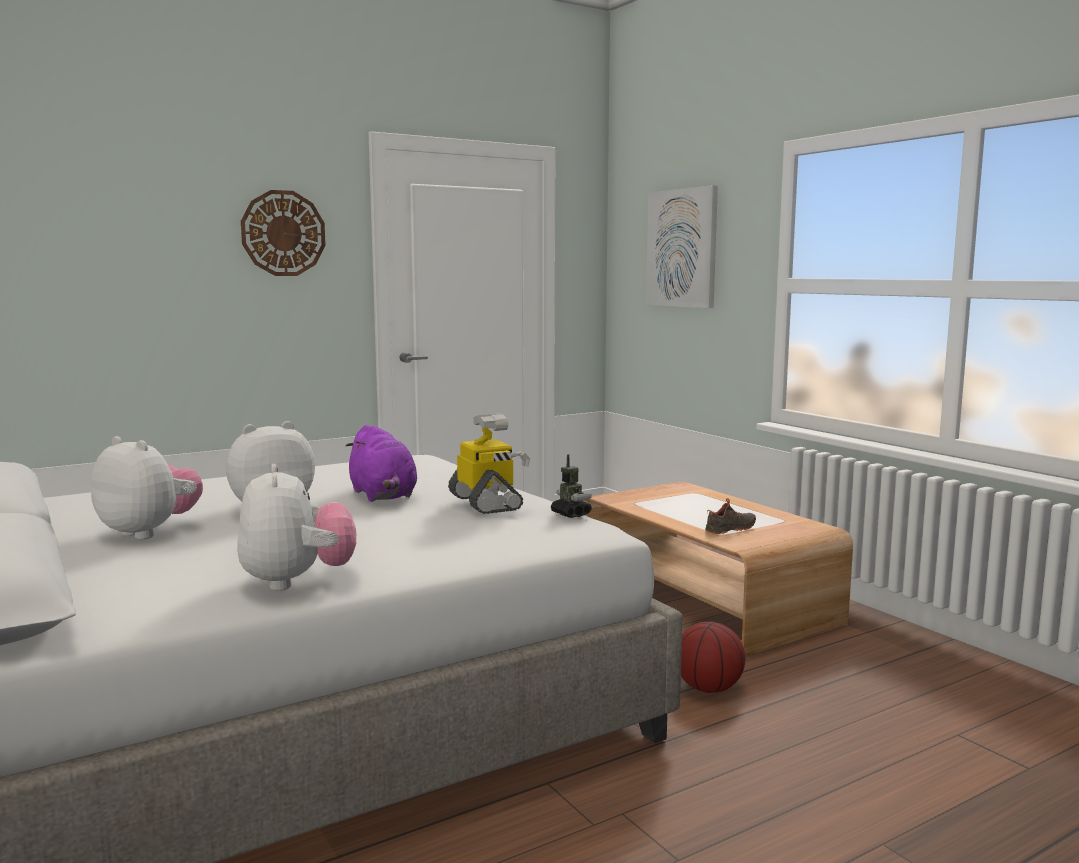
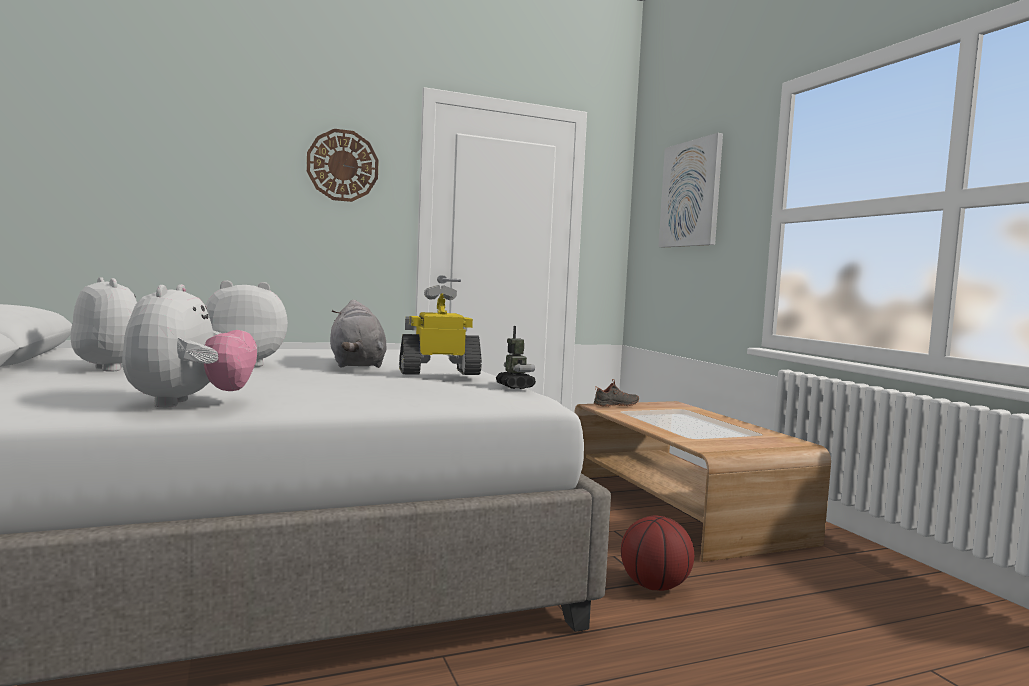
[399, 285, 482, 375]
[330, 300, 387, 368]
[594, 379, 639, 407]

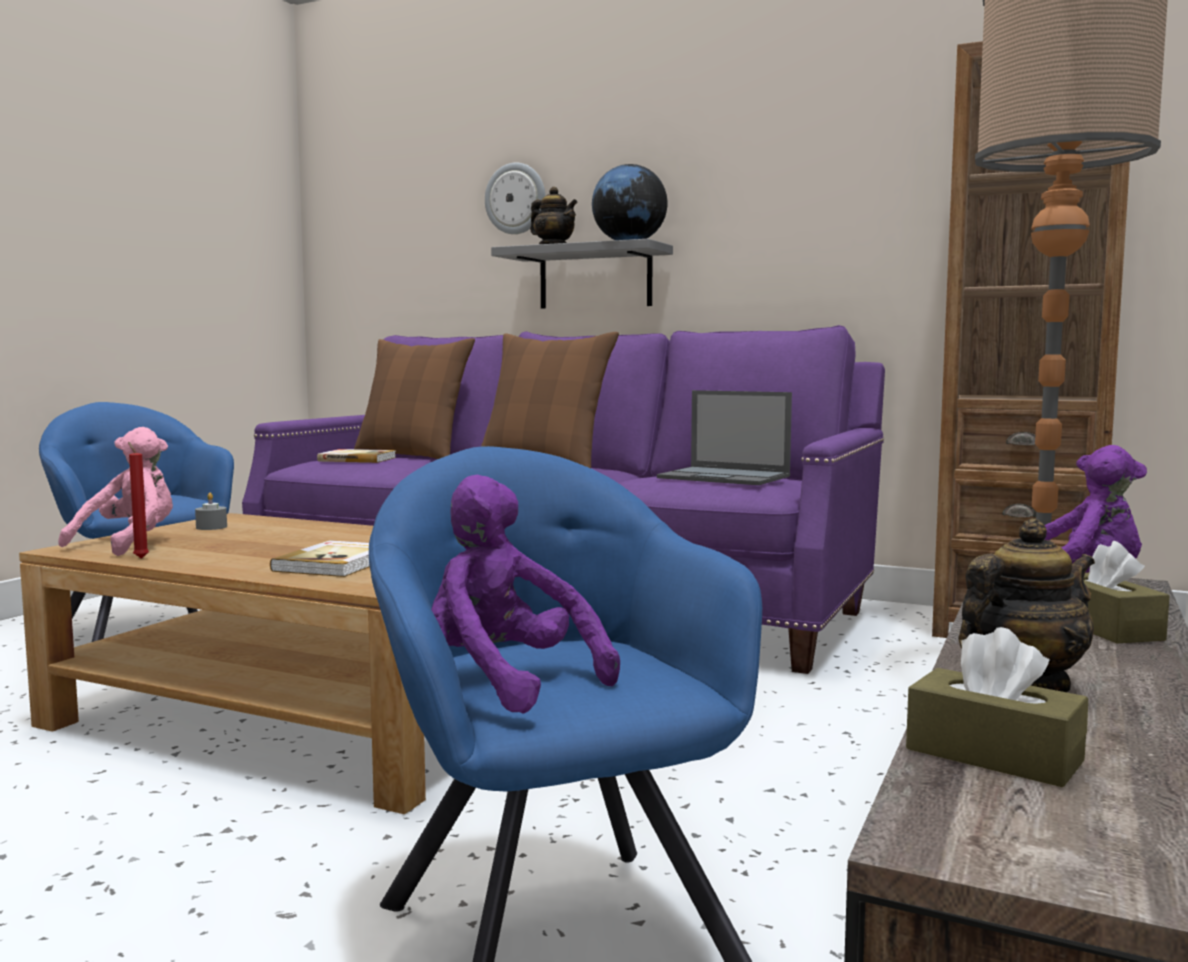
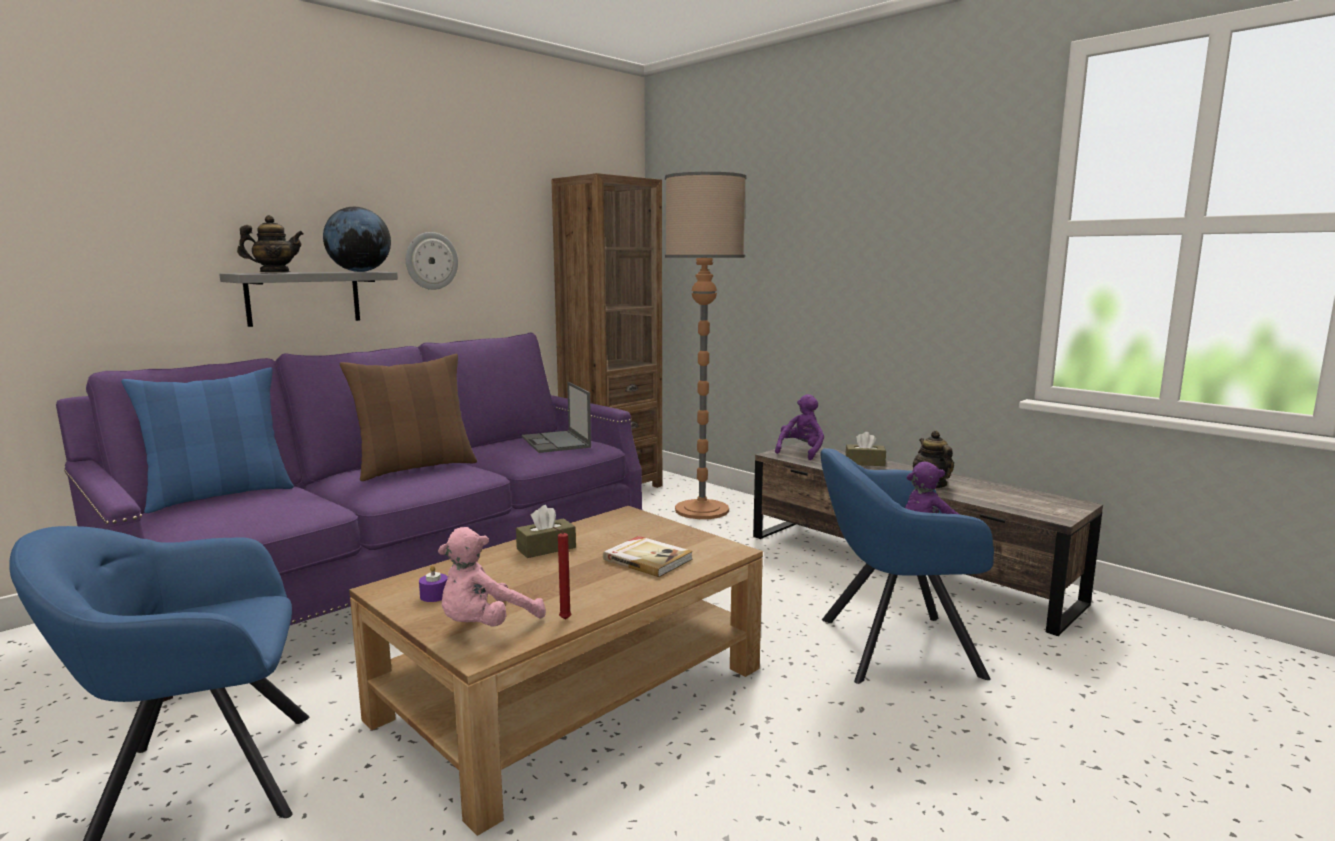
[406, 232, 458, 290]
[121, 367, 294, 513]
[521, 382, 591, 453]
[438, 527, 546, 627]
[317, 449, 396, 463] (first image)
[419, 565, 448, 602]
[516, 505, 576, 558]

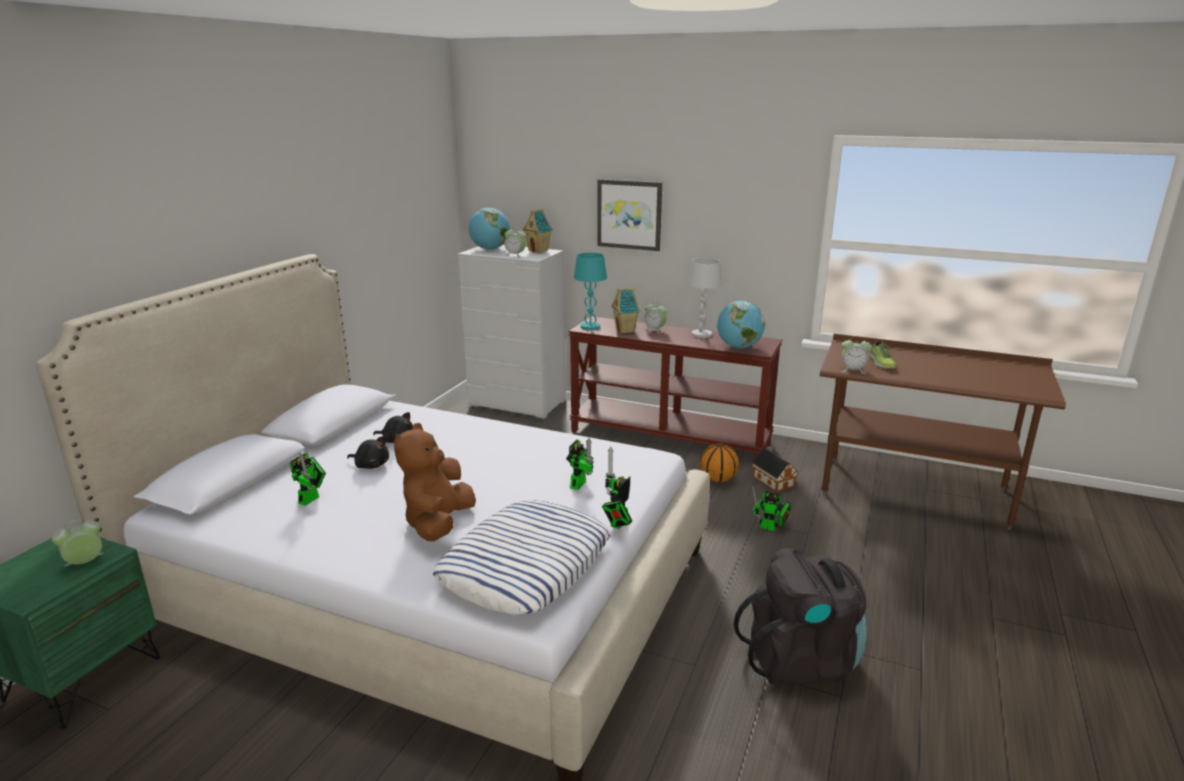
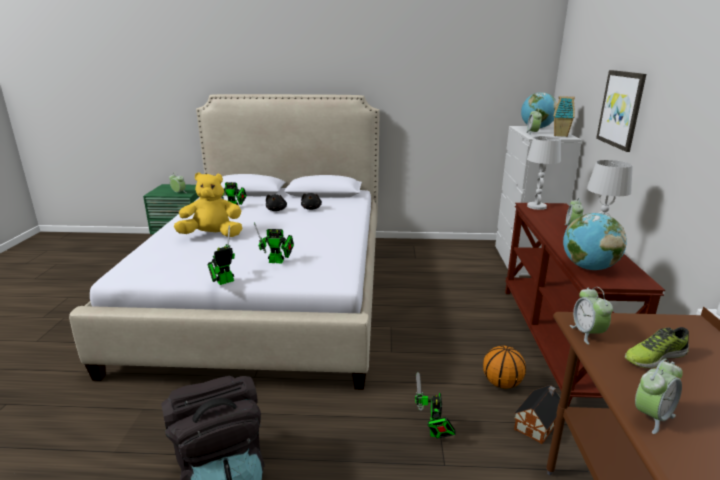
[527, 136, 561, 210]
[611, 287, 640, 334] (first image)
[174, 172, 243, 237]
[208, 225, 235, 285]
[433, 500, 611, 615] (first image)
[635, 359, 683, 434]

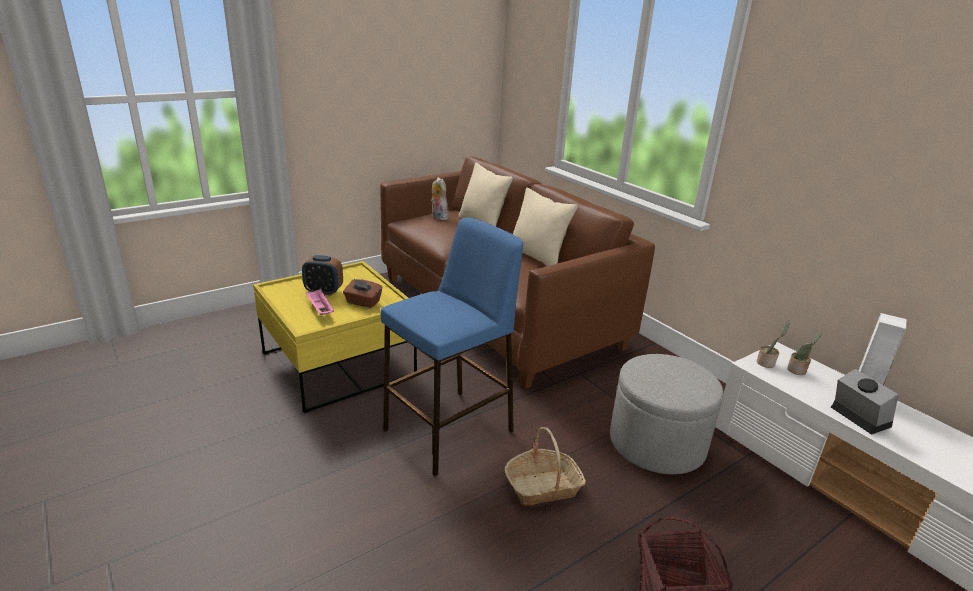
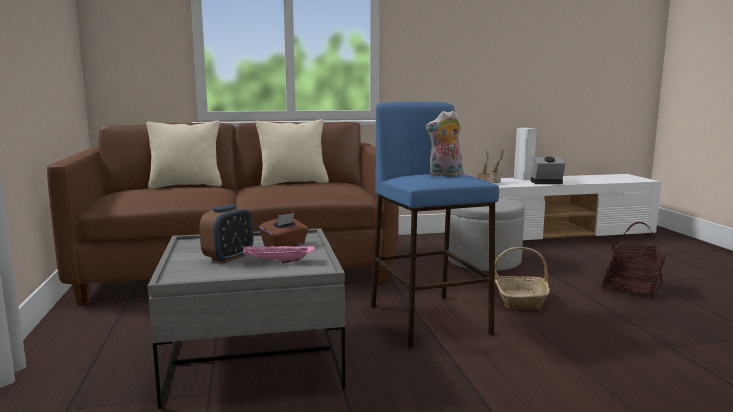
[426, 111, 462, 177]
[148, 228, 345, 409]

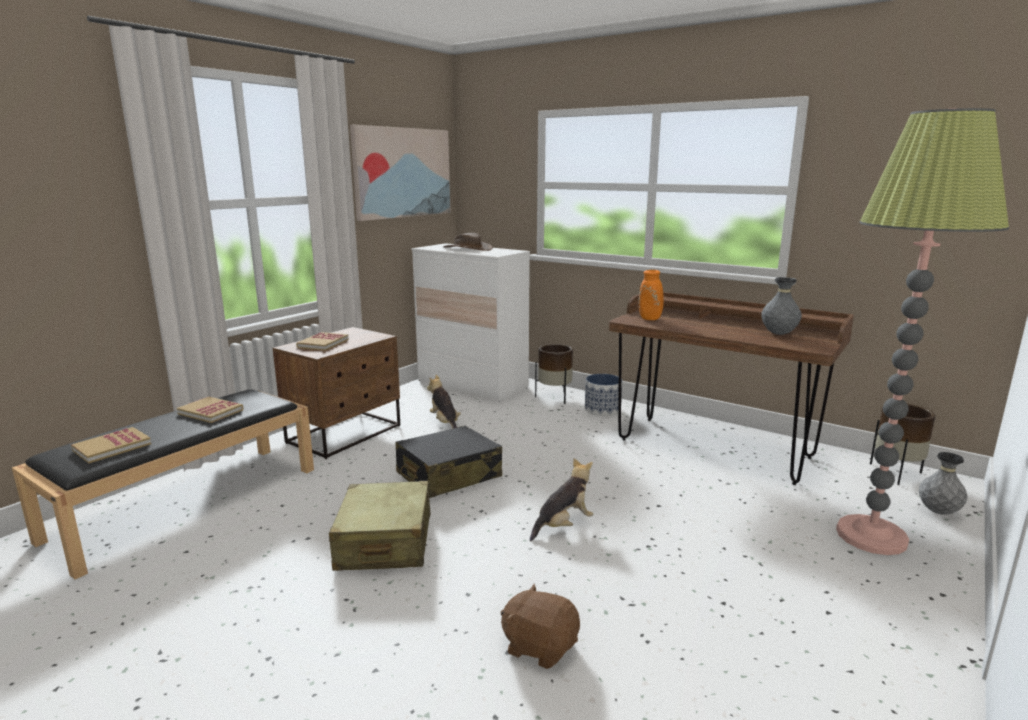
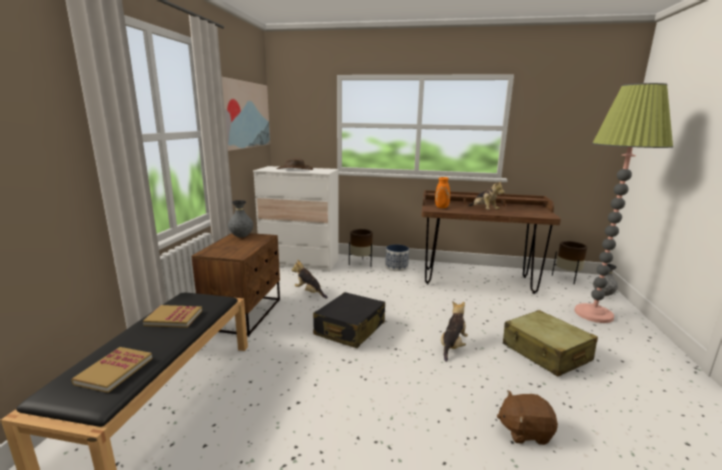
[228, 200, 253, 238]
[296, 332, 349, 351] (first image)
[503, 310, 598, 377]
[468, 181, 505, 210]

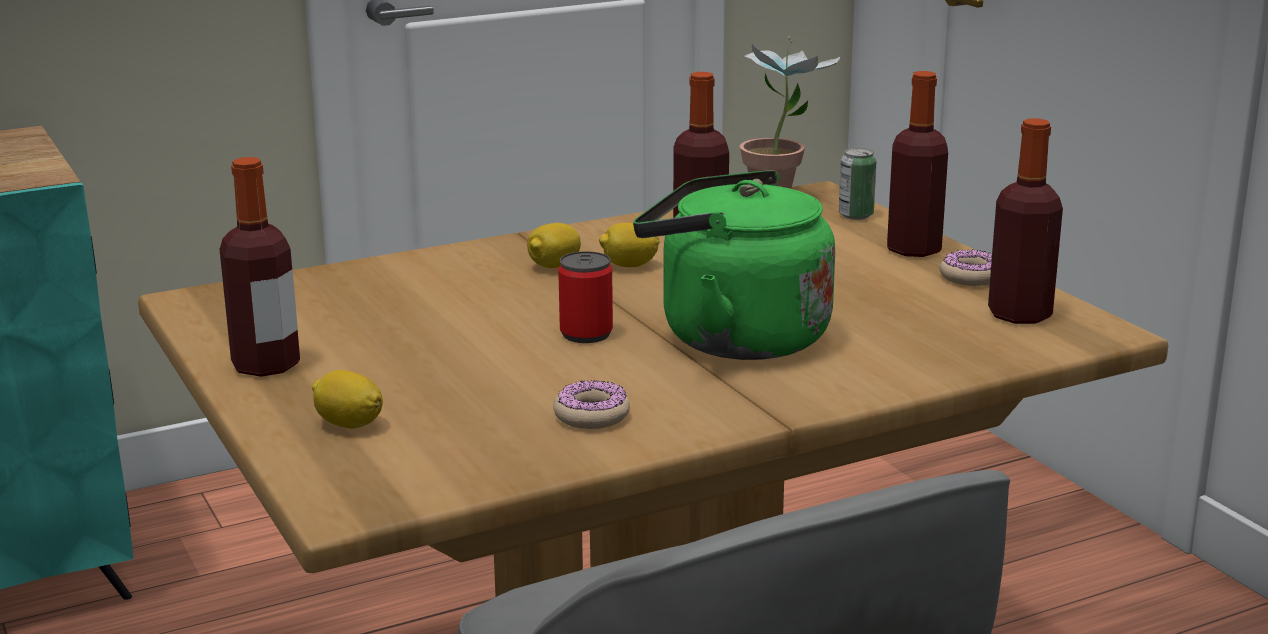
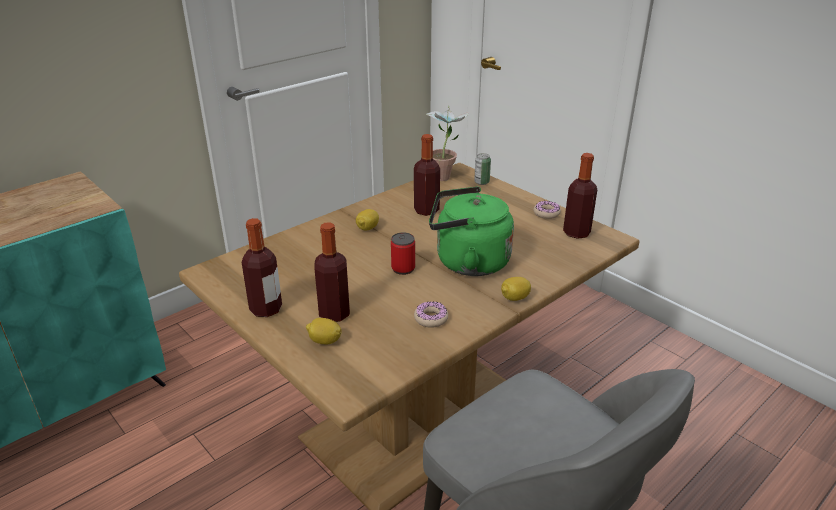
[314, 222, 350, 322]
[501, 277, 531, 301]

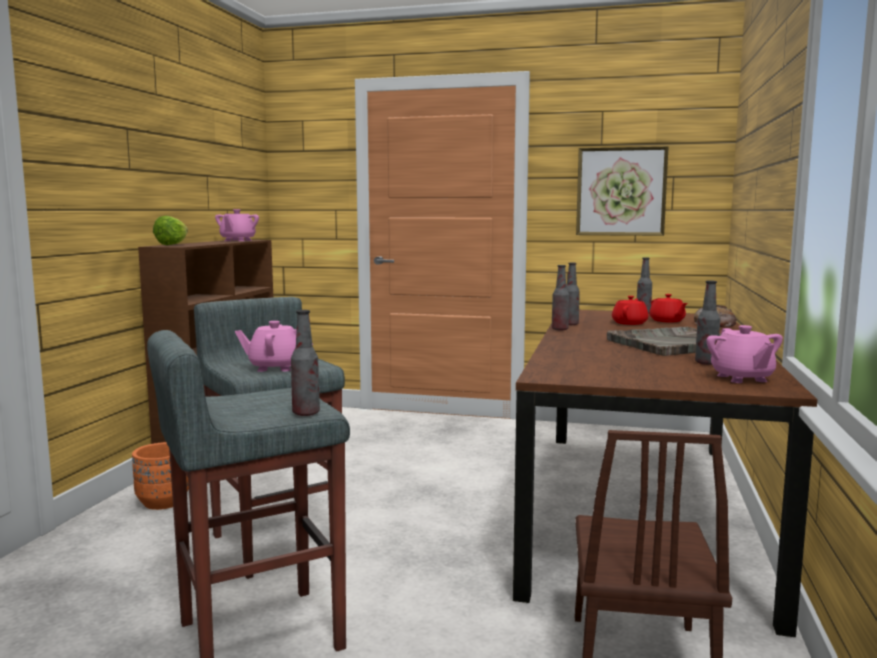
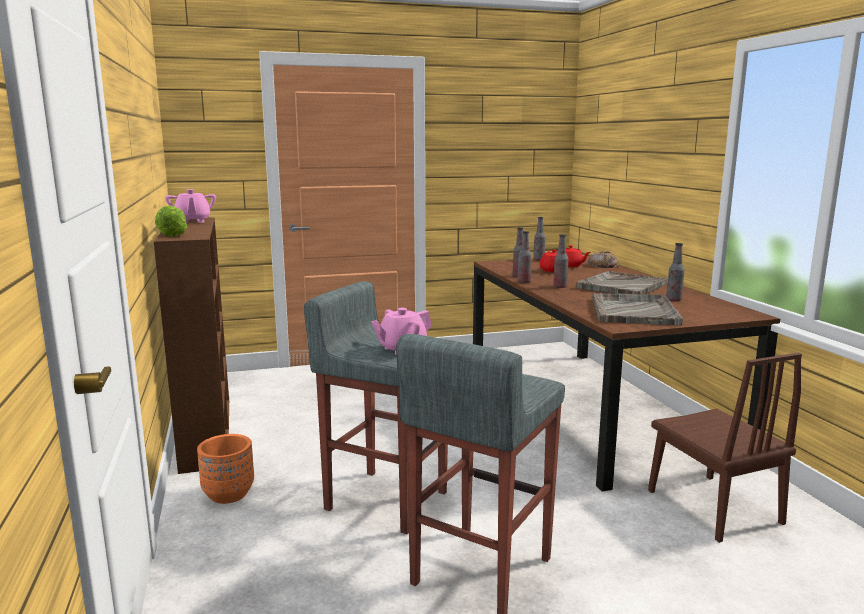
[576, 146, 669, 236] (first image)
[553, 234, 568, 288]
[706, 325, 783, 383] (first image)
[592, 293, 683, 325]

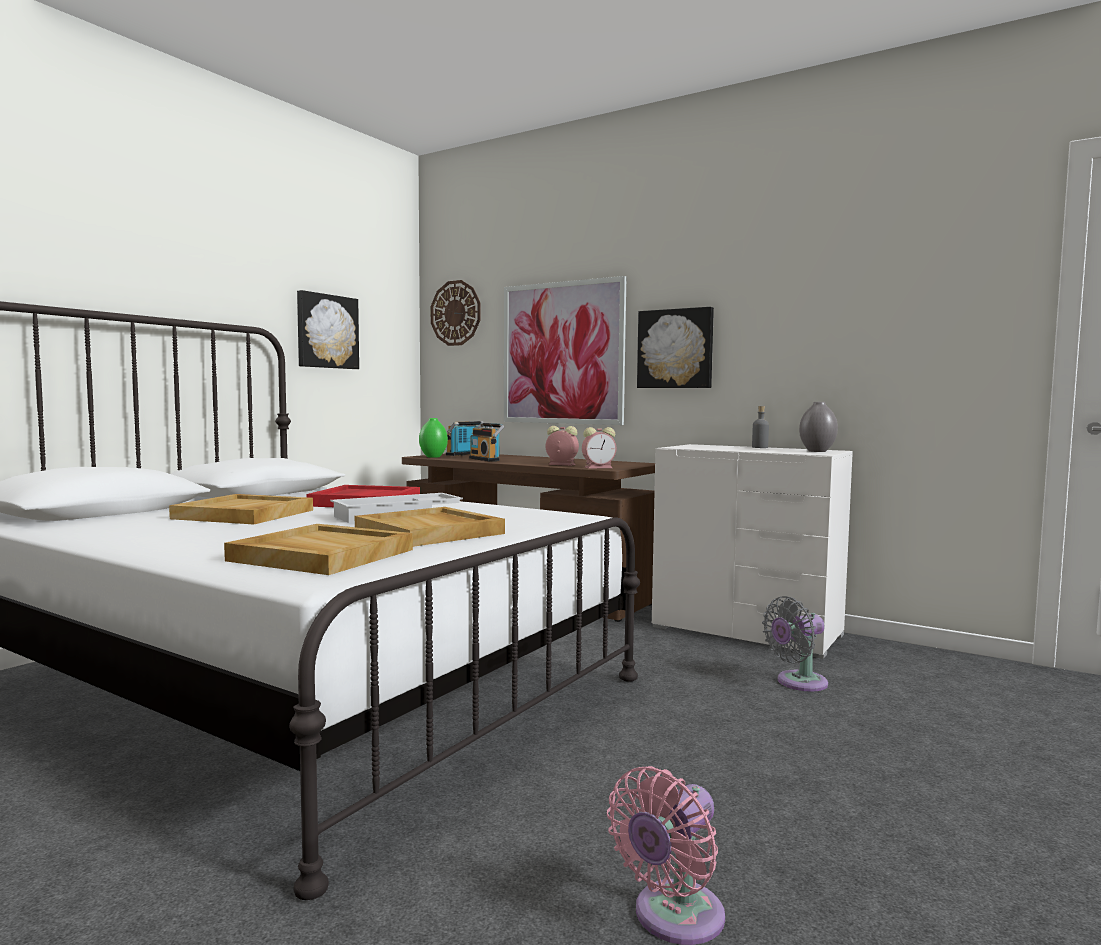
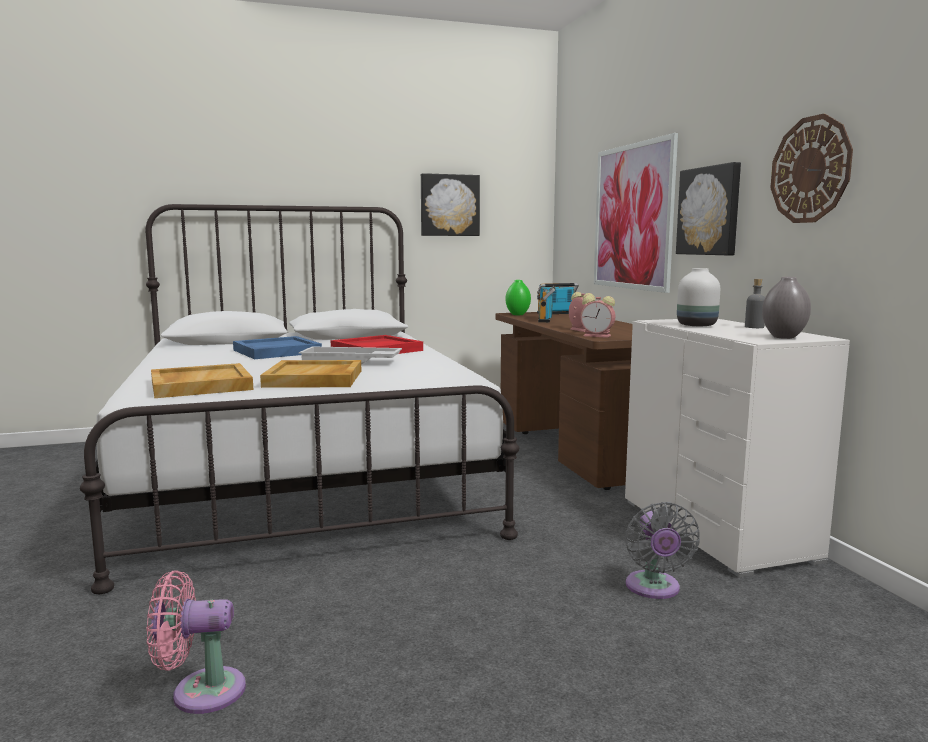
[770, 114, 853, 223]
[233, 336, 322, 359]
[625, 502, 700, 599]
[677, 268, 720, 326]

